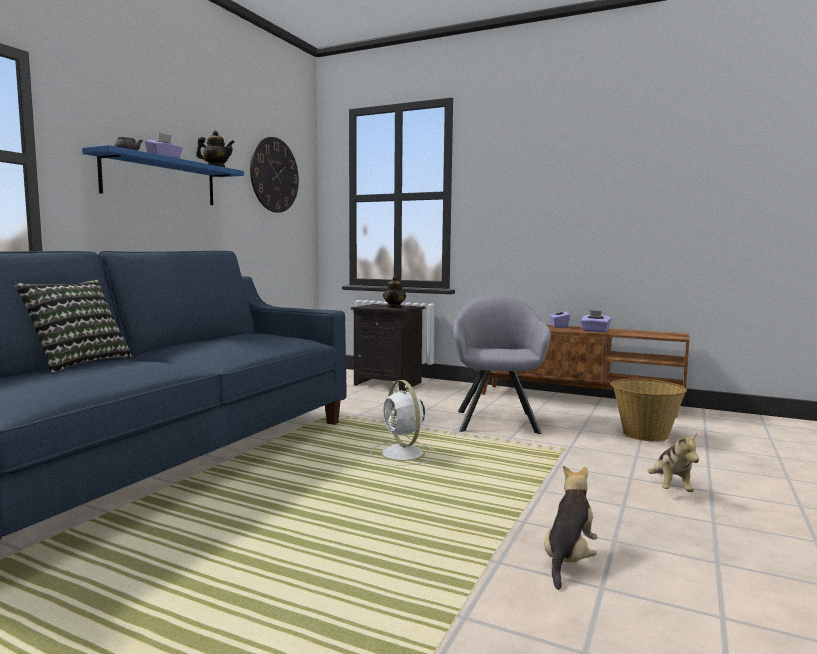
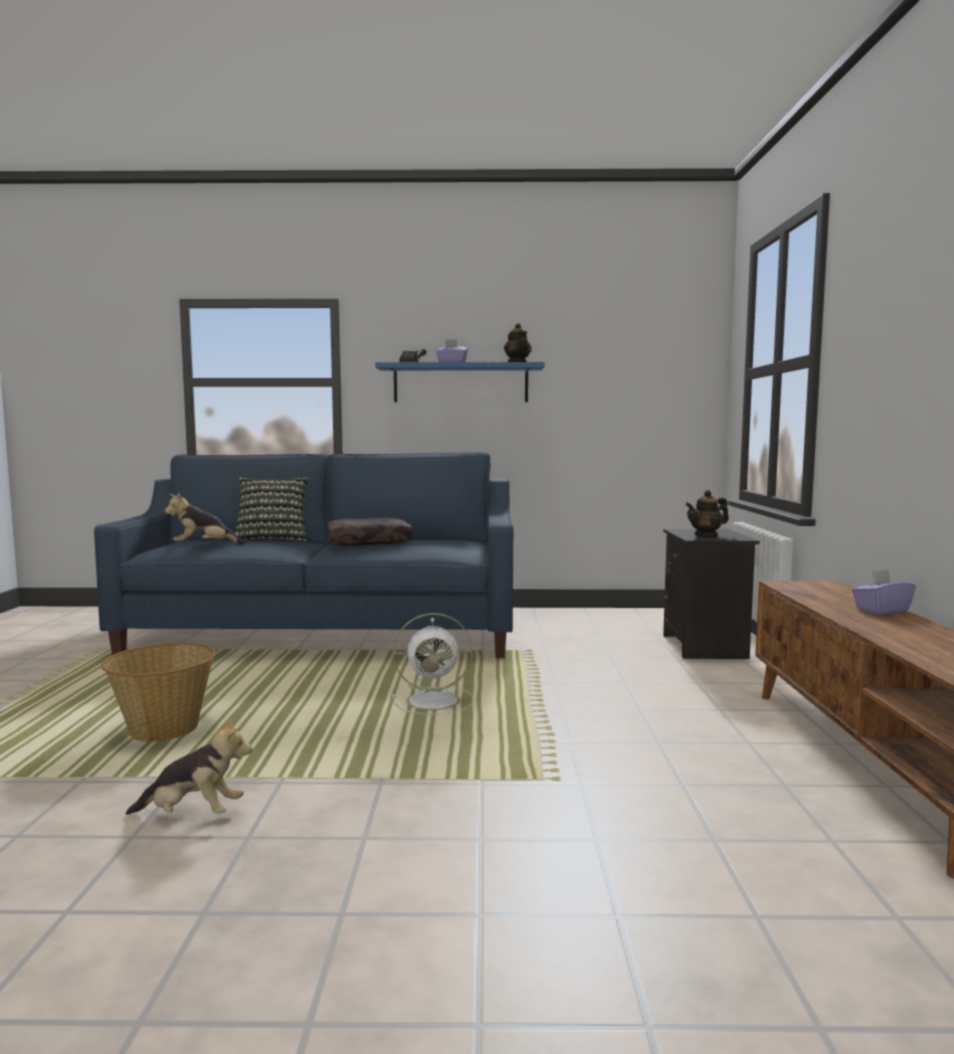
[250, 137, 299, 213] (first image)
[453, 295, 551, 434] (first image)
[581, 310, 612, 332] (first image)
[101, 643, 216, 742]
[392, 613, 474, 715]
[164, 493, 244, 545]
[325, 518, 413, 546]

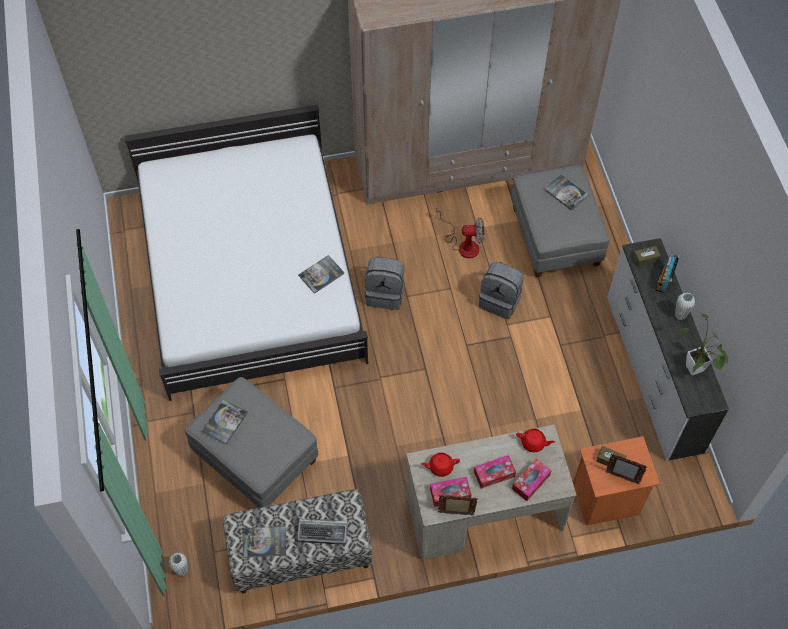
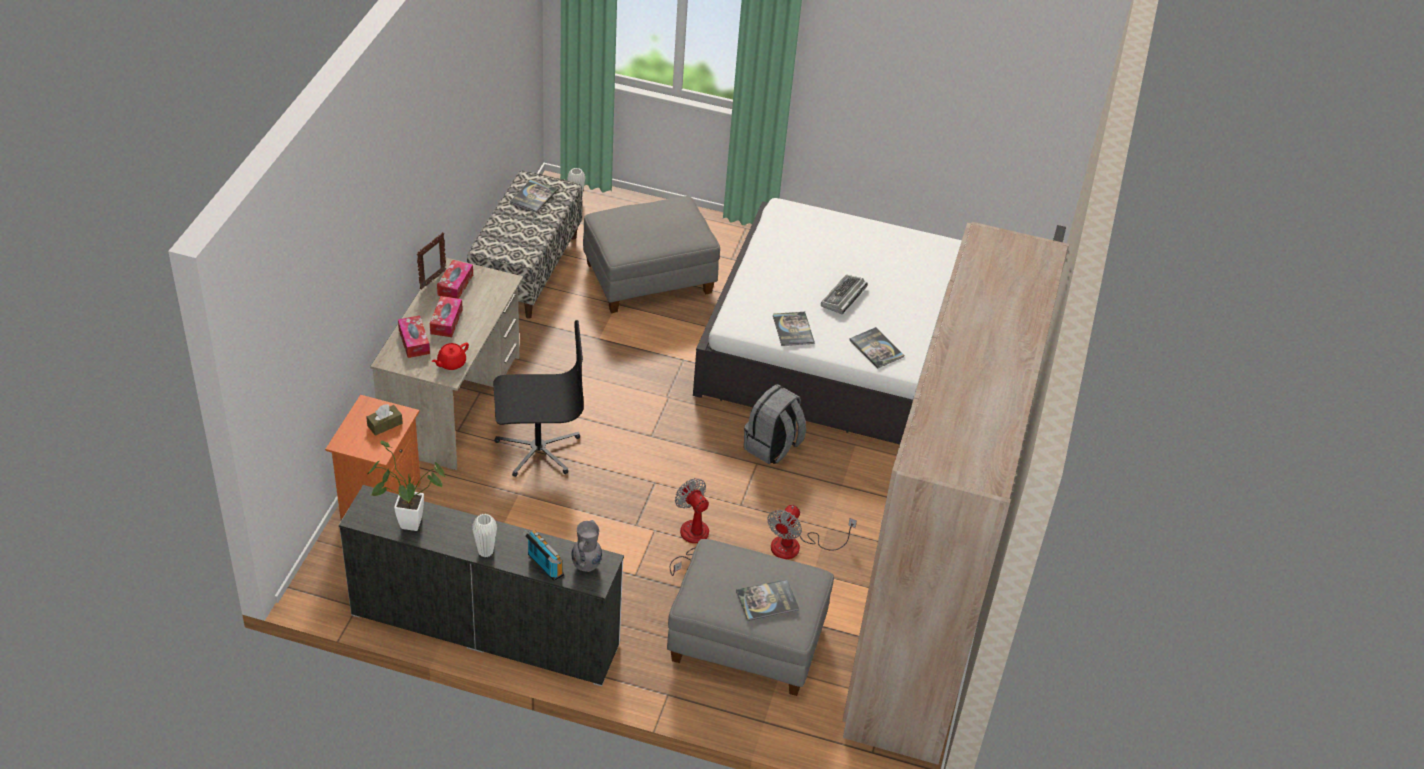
[571, 520, 602, 572]
[670, 478, 709, 576]
[849, 327, 904, 369]
[421, 453, 460, 477] (first image)
[606, 454, 647, 484] (first image)
[821, 275, 868, 314]
[493, 320, 583, 477]

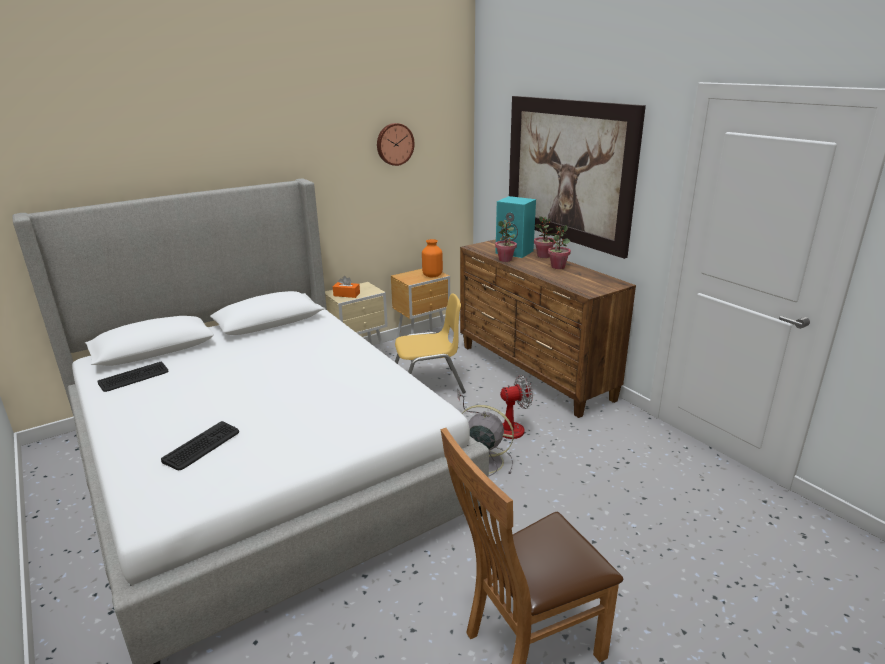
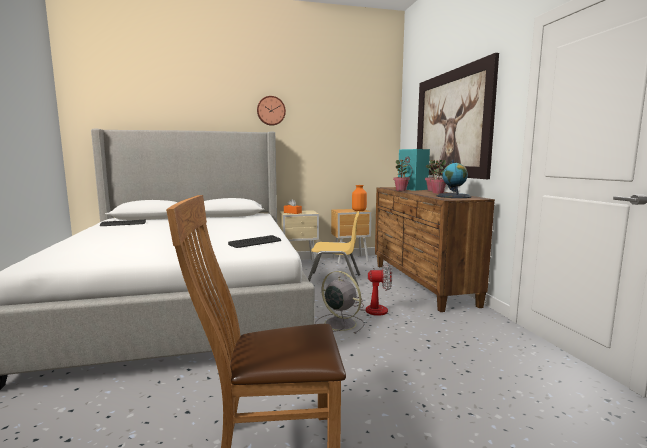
[257, 96, 286, 126]
[228, 235, 281, 248]
[437, 160, 471, 198]

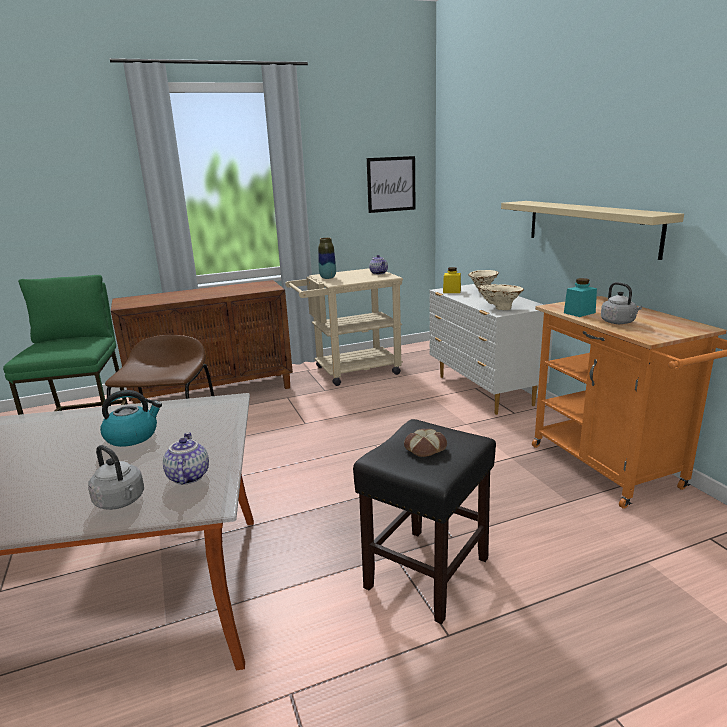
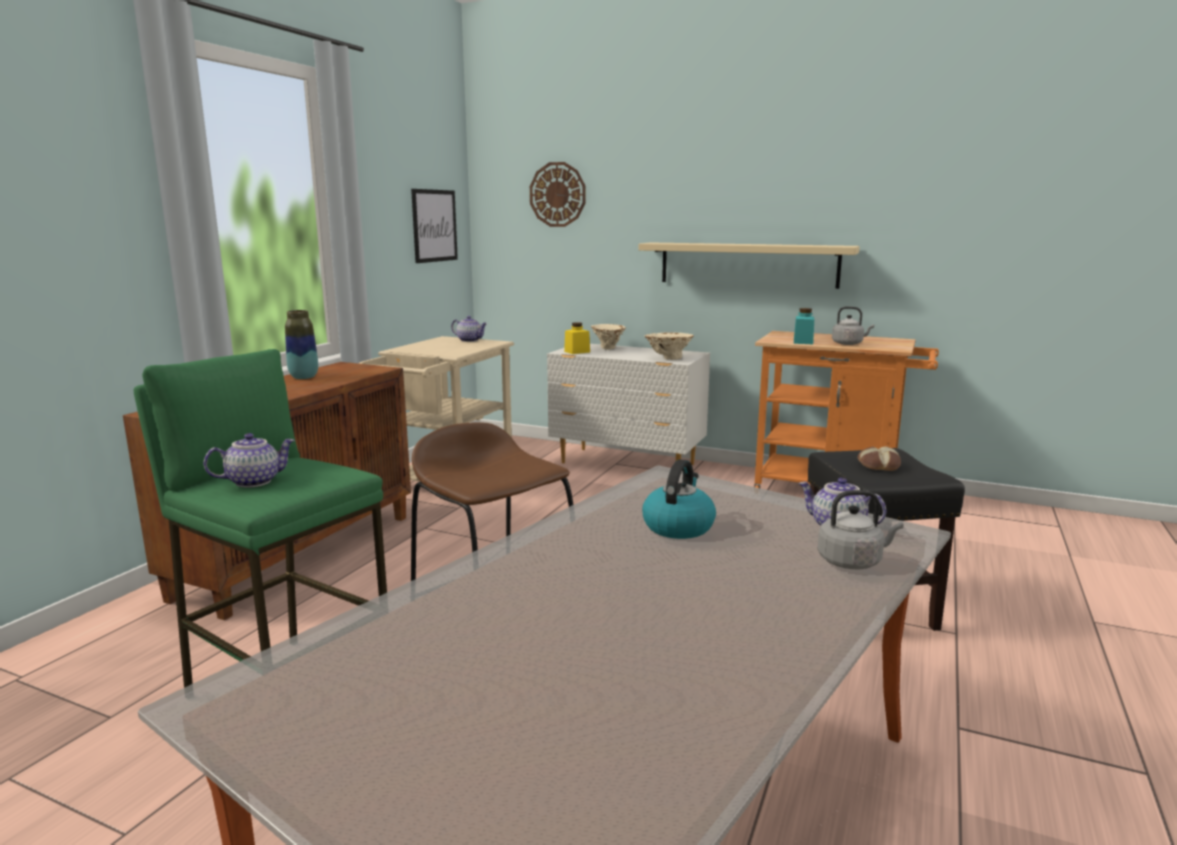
[285, 310, 318, 379]
[530, 162, 586, 227]
[204, 433, 295, 488]

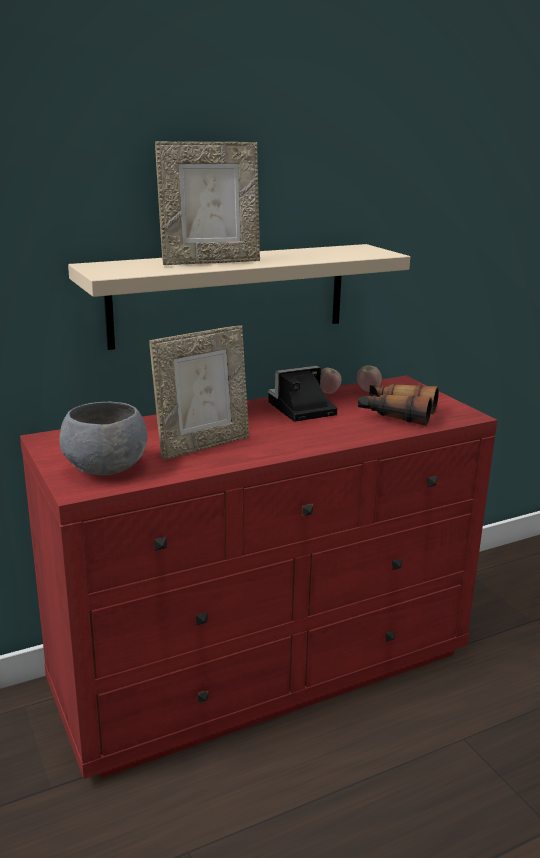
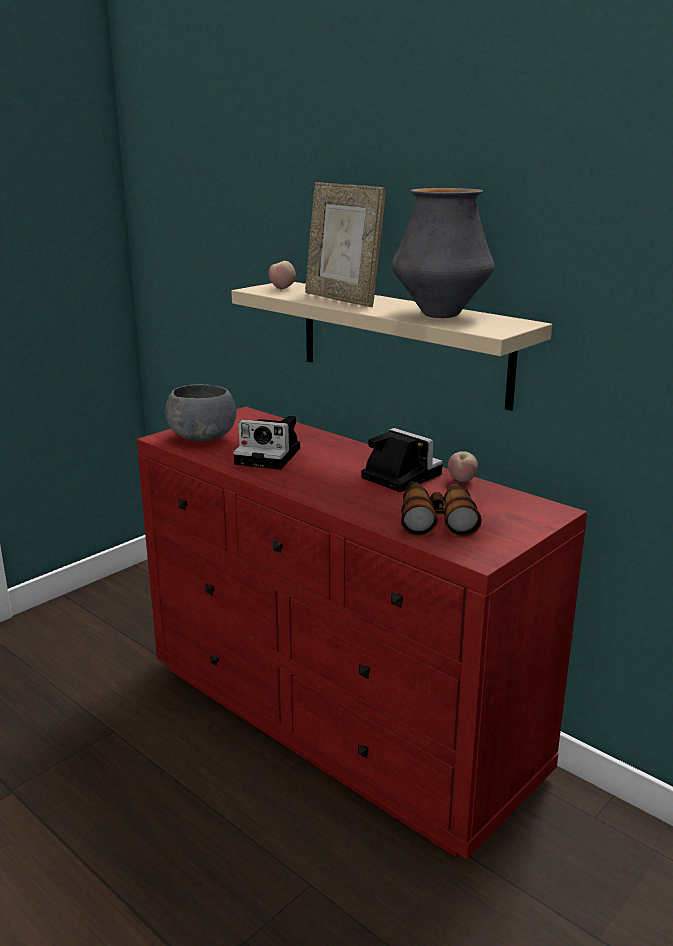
[233, 416, 300, 470]
[269, 261, 296, 289]
[392, 188, 495, 318]

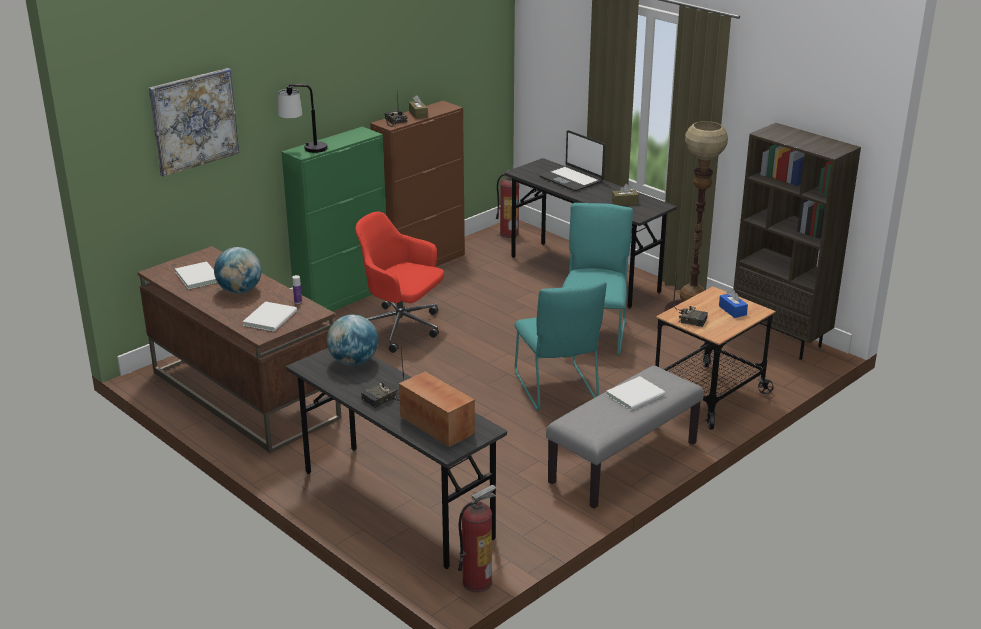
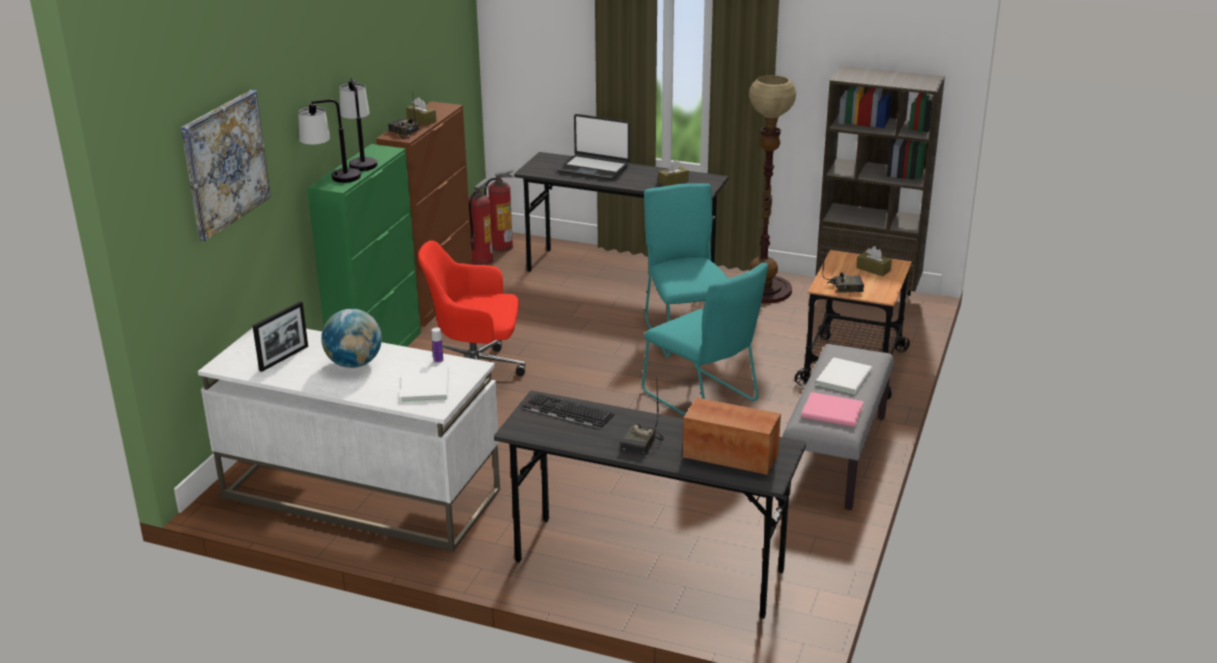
[198, 328, 500, 552]
[252, 301, 308, 372]
[856, 246, 892, 276]
[523, 393, 615, 429]
[469, 179, 493, 265]
[340, 78, 377, 171]
[801, 392, 864, 427]

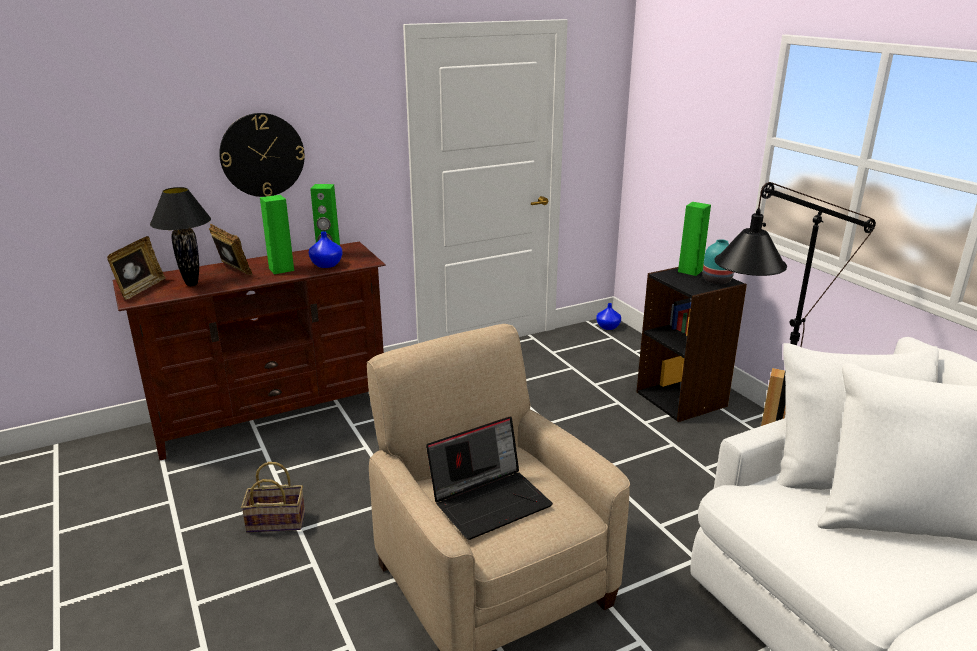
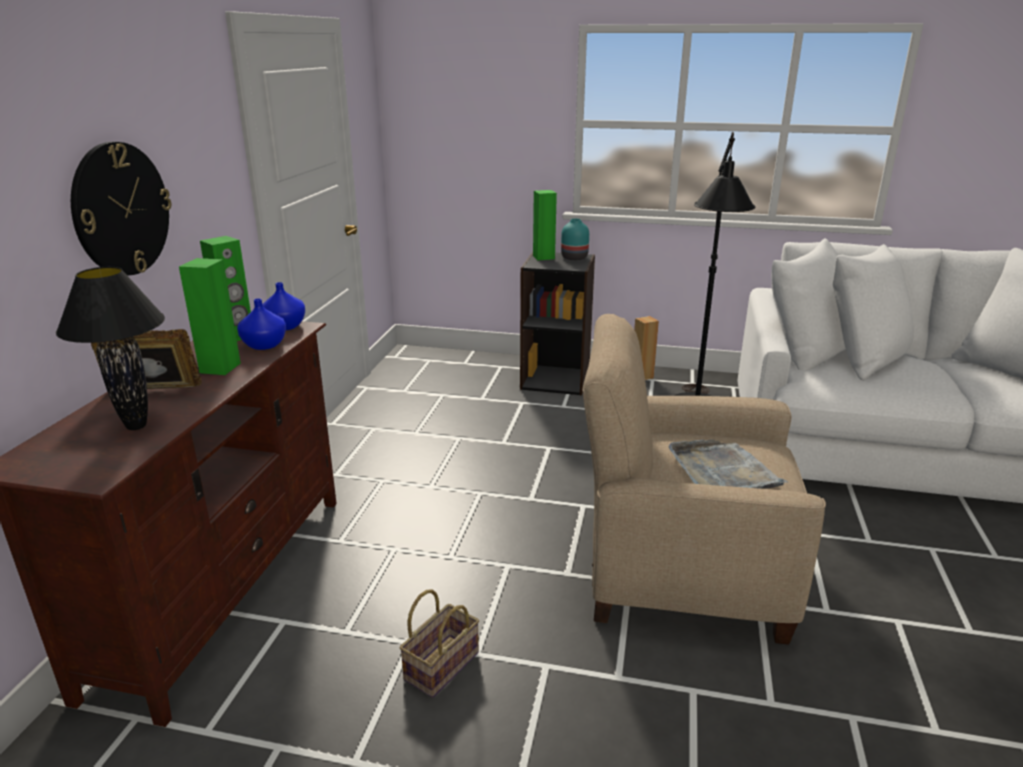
[107, 236, 166, 300] (first image)
[262, 282, 305, 330]
[669, 439, 788, 489]

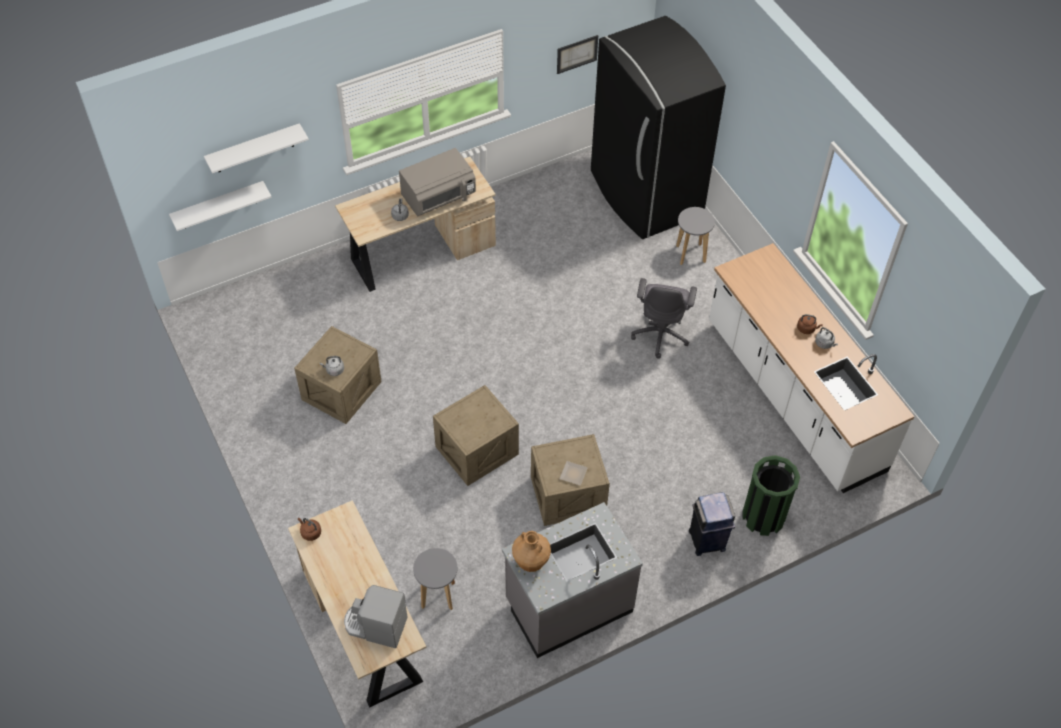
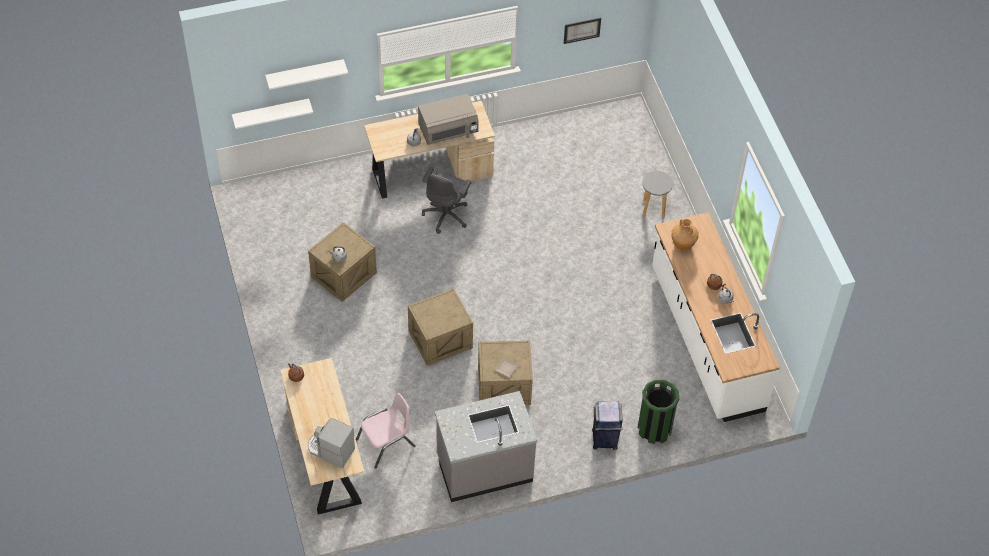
[591, 16, 726, 239] (first image)
[422, 167, 472, 234]
[671, 219, 699, 251]
[356, 393, 416, 469]

